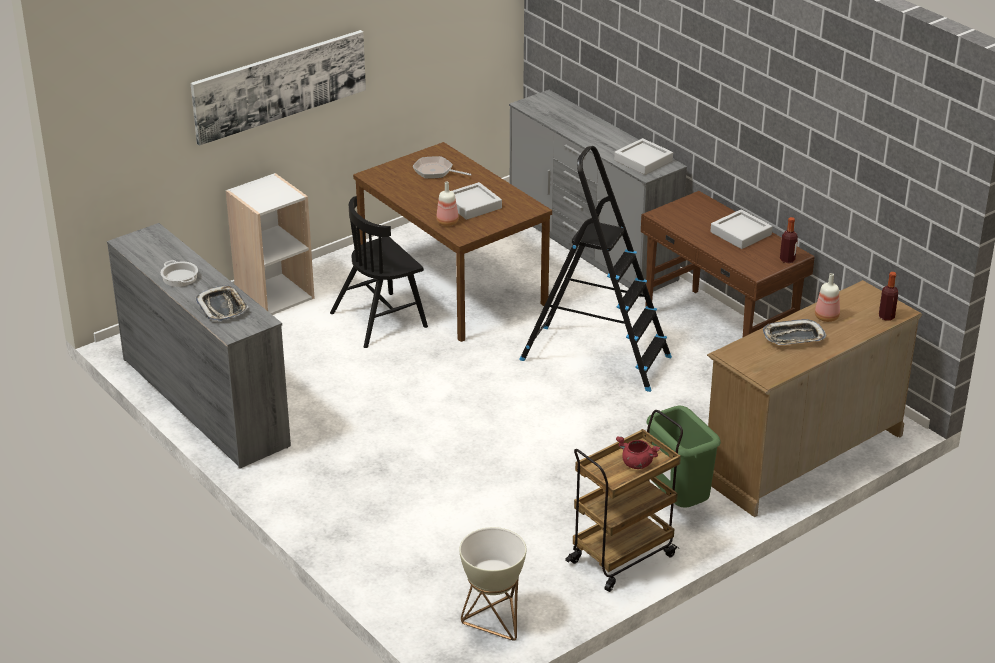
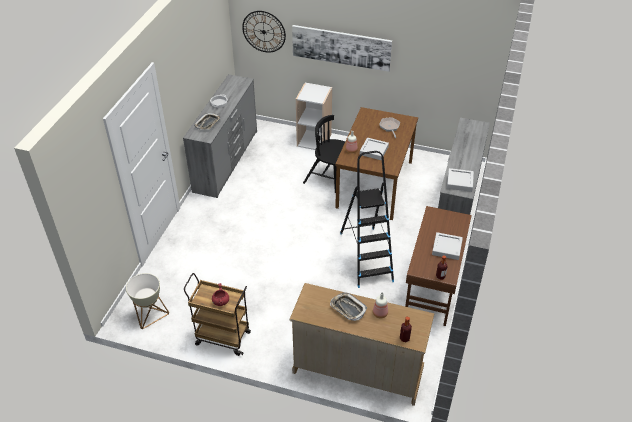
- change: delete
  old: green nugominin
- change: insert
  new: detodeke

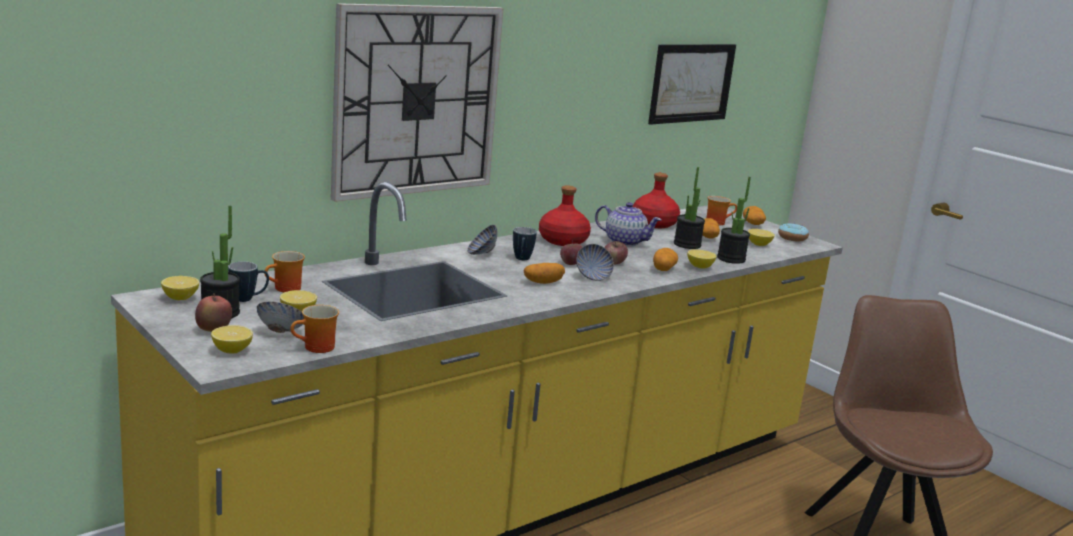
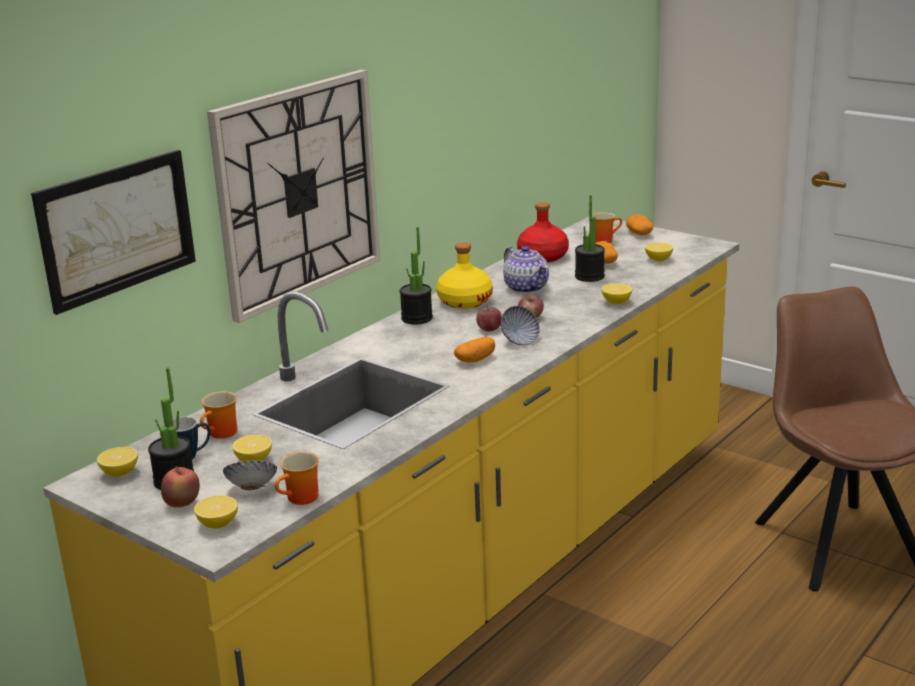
- change: move
  old: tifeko
- change: move
  old: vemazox (3rd from left in the first image)
  new: vemazox (2nd from left)
- change: recolor
  old: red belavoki (1st from left)
  new: yellow belavoki
- change: rotate
  old: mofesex
  degrees: 45
- change: delete
  old: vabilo
- change: delete
  old: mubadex (2nd from left)
- change: delete
  old: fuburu (4th from left)
- change: delete
  old: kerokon (2nd from left)

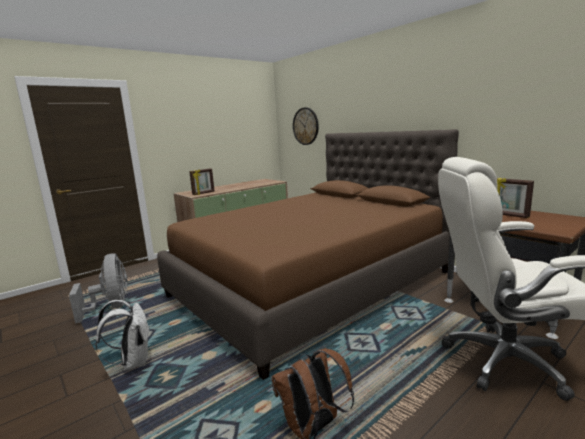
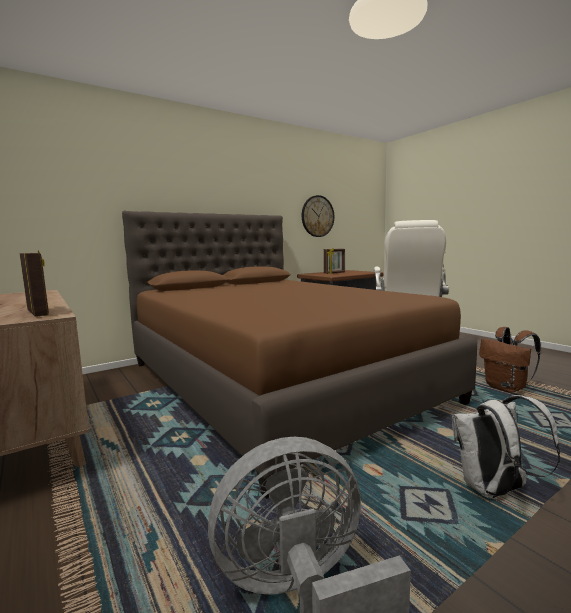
- change: move
  old: detodeke

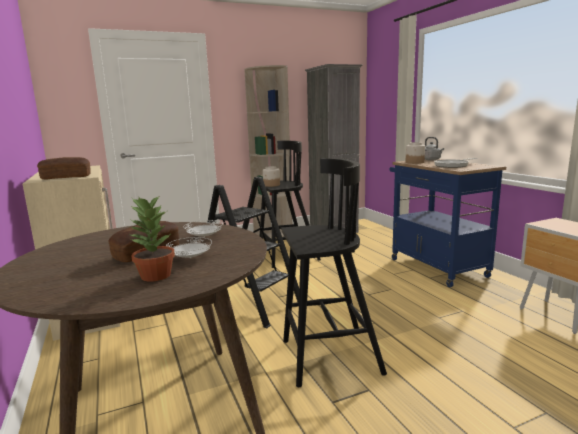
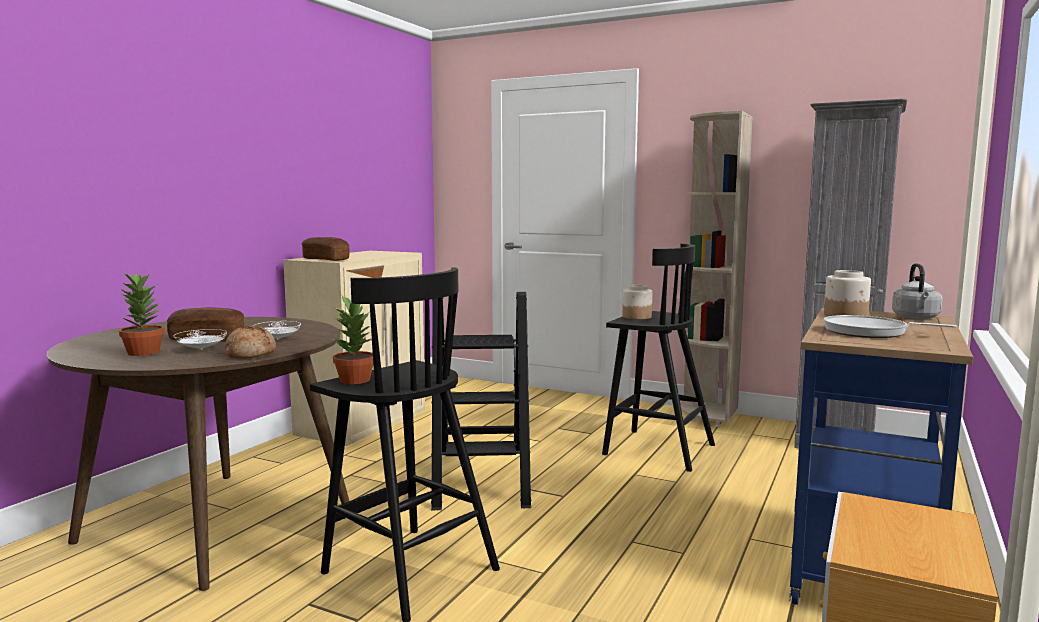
- change: insert
  new: vemazox (2nd from left)
- change: insert
  new: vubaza (2nd from left)

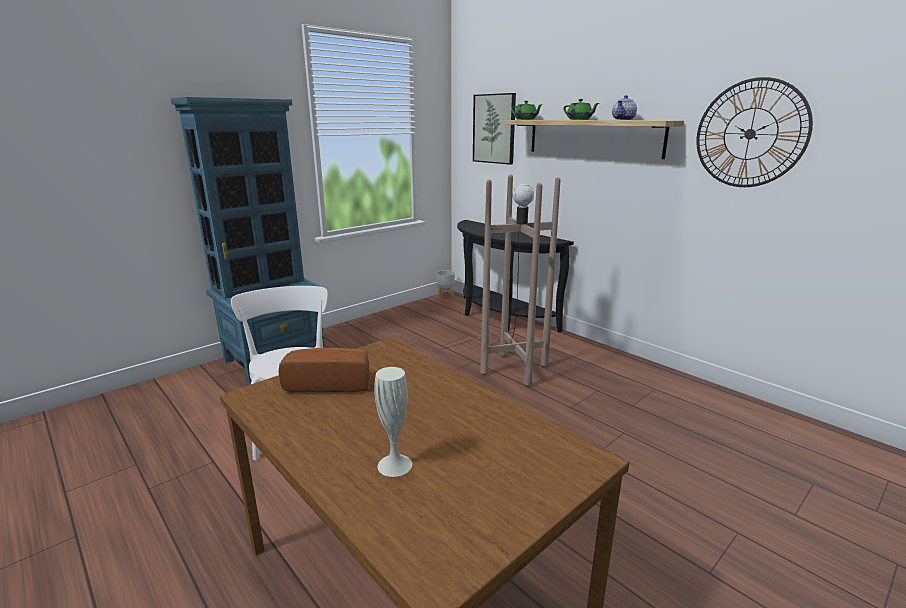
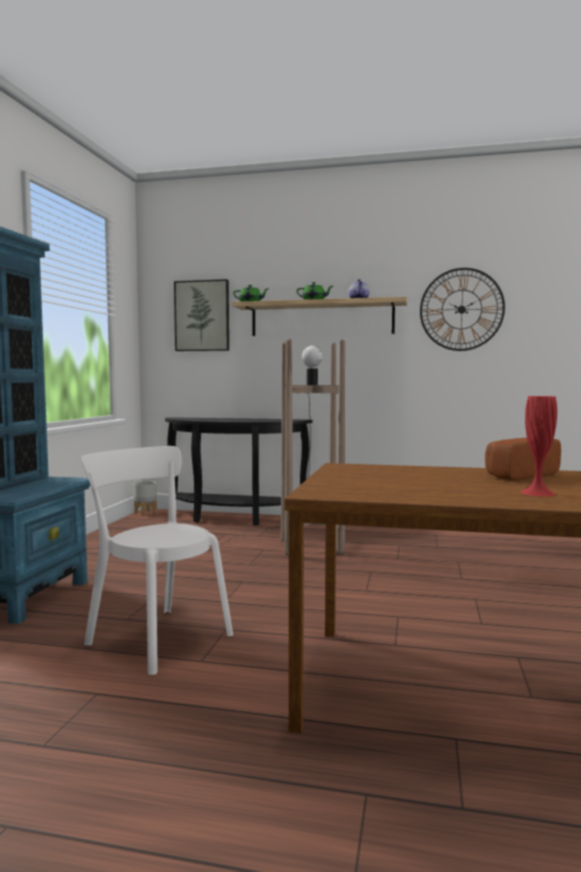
- change: move
  old: vubaza
- change: recolor
  old: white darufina
  new: red darufina

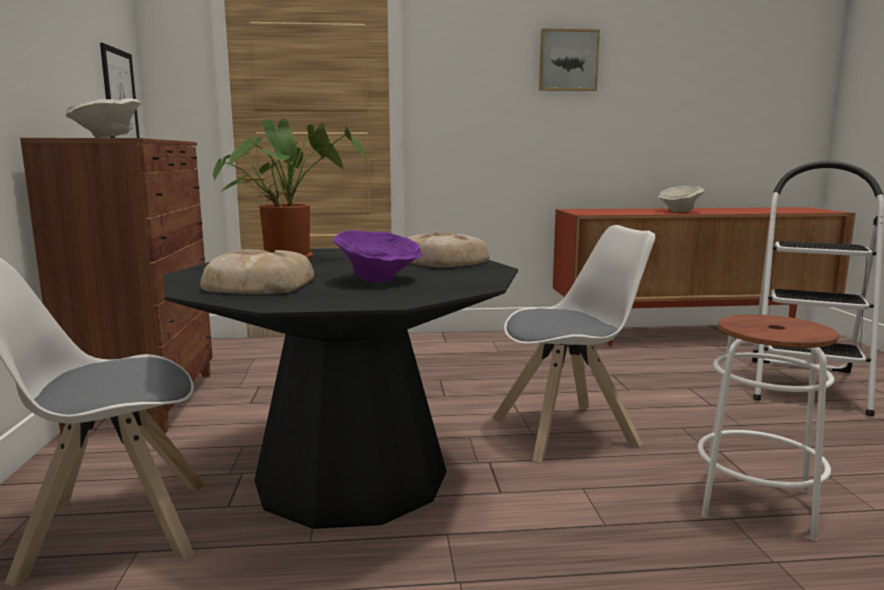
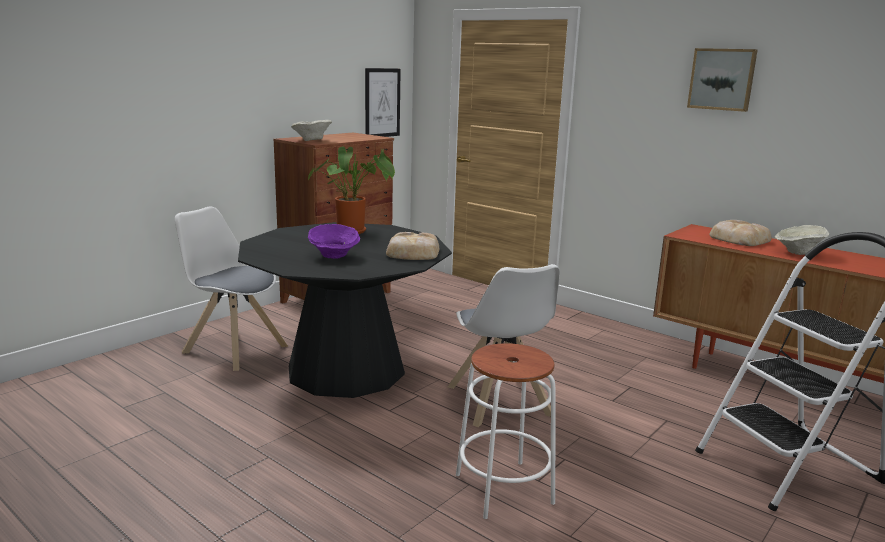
- change: rotate
  old: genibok (2nd from left)
  degrees: 45
- change: move
  old: vubaza (1st from left in the first image)
  new: vubaza (2nd from left)

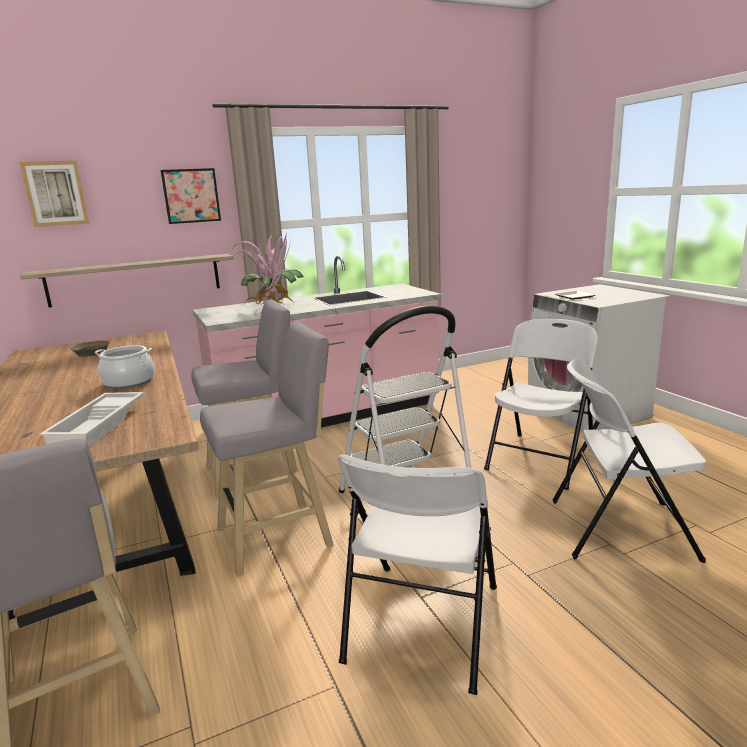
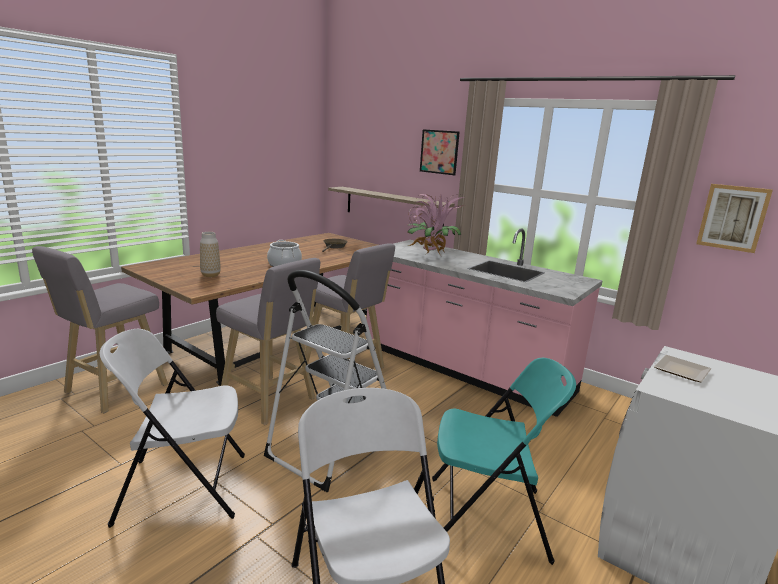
- change: move
  old: tifeko (1st from left in the first image)
  new: tifeko (2nd from left)
- change: recolor
  old: white genibok (2nd from left)
  new: turquoise genibok
- change: replace
  old: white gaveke
  new: darufina

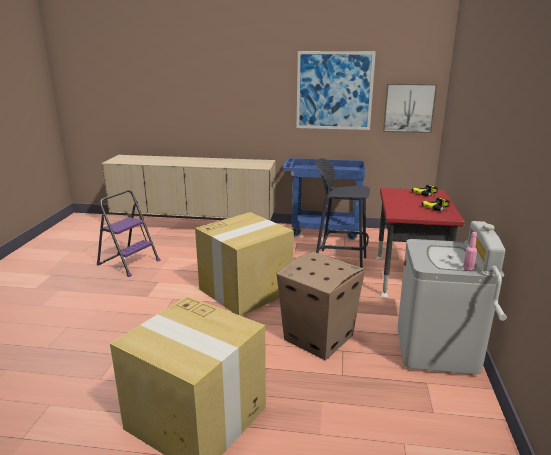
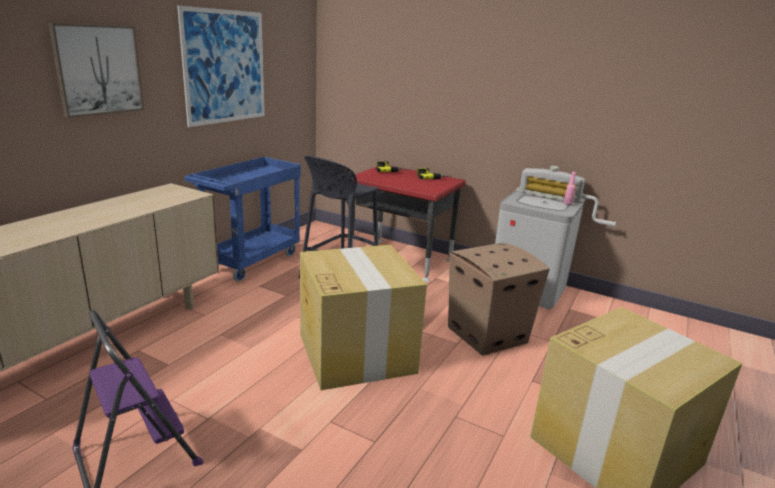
- change: move
  old: tifeko (2nd from left in the first image)
  new: tifeko (1st from left)

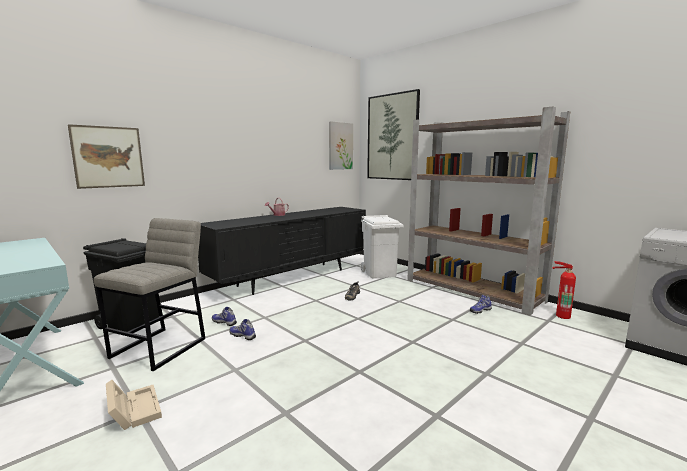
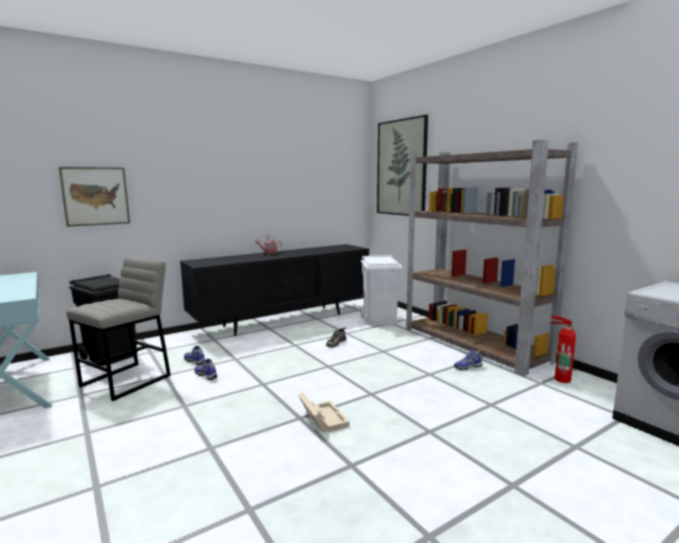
- change: delete
  old: tifeko (2nd from left)
- change: move
  old: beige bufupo

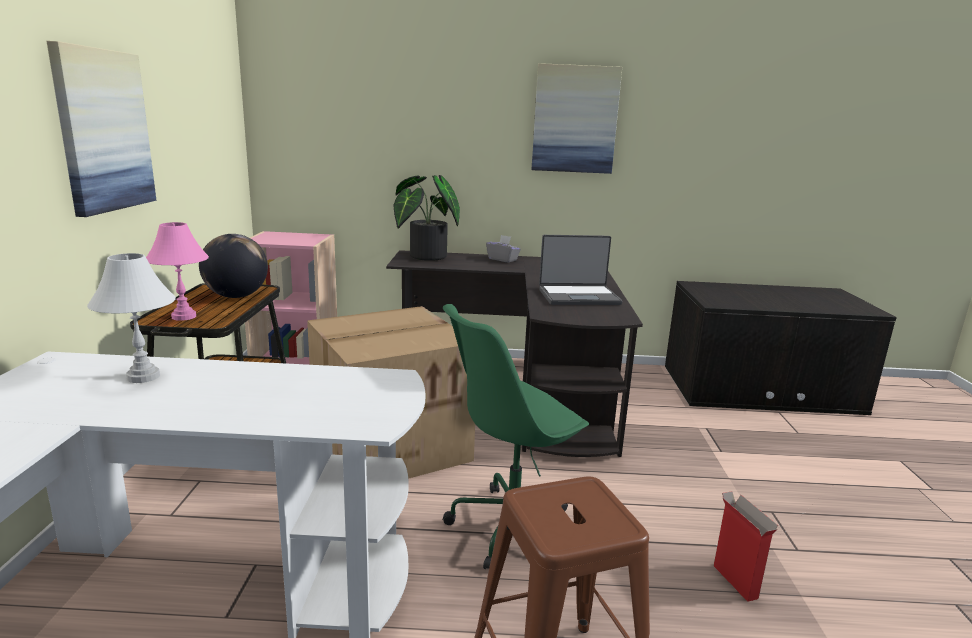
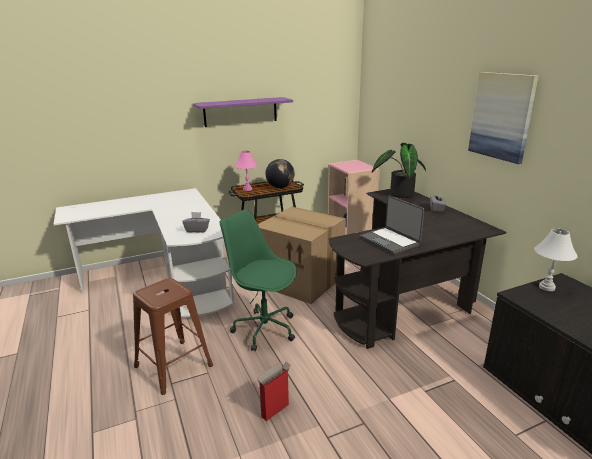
- change: replace
  old: tifeko (1st from left)
  new: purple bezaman
- change: move
  old: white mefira
- change: insert
  new: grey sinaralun (1st from left)

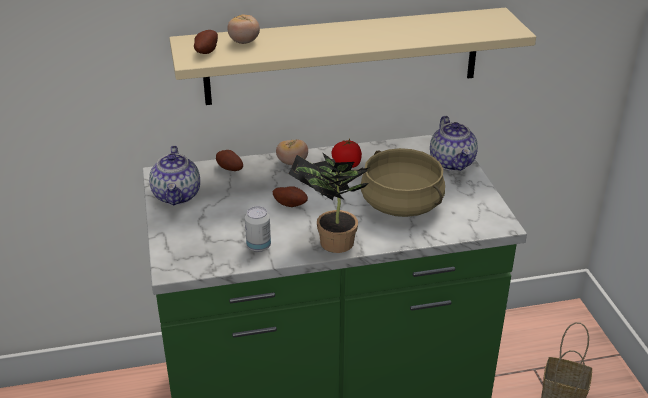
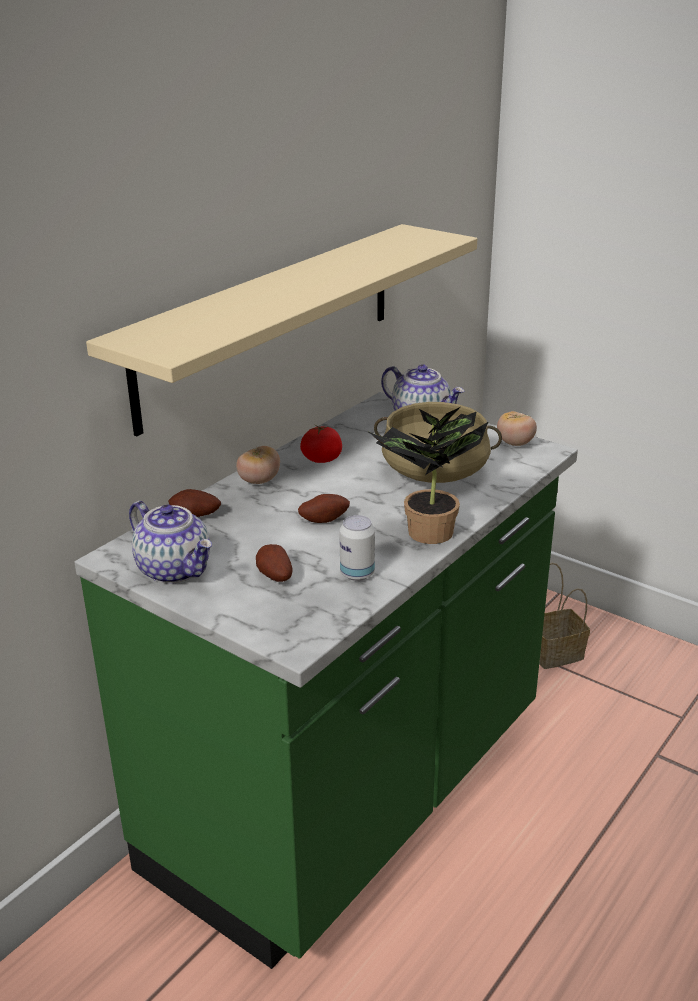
- change: move
  old: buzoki (1st from left in the first image)
  new: buzoki (3rd from left)
- change: move
  old: kerokon (1st from left in the first image)
  new: kerokon (2nd from left)

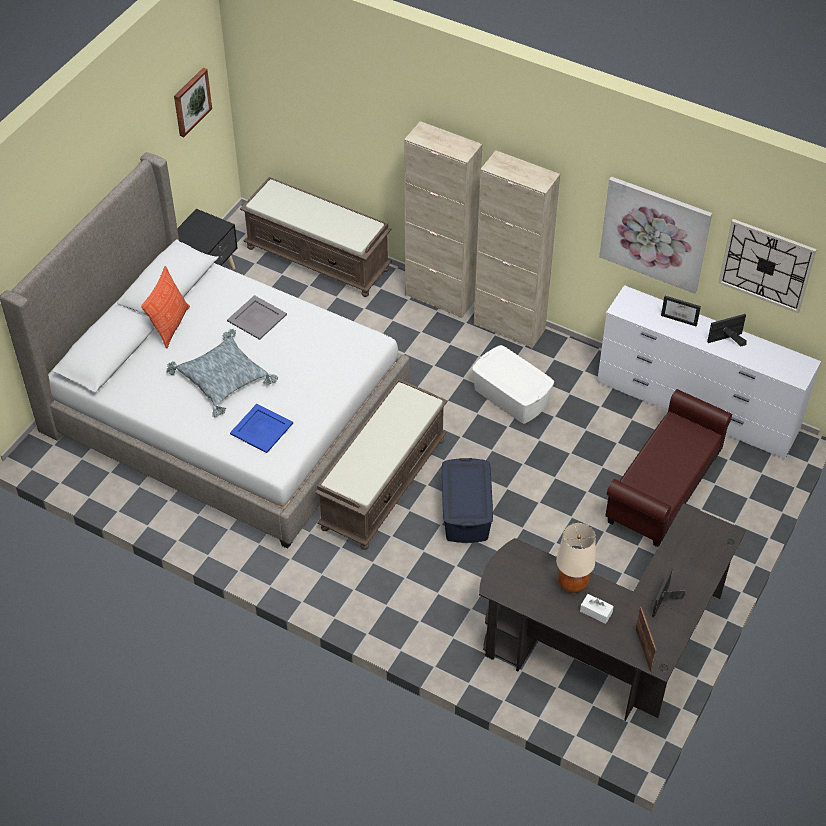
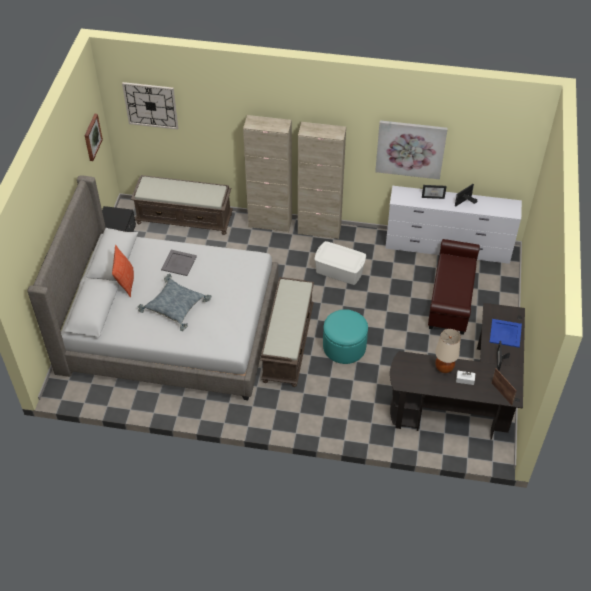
- change: move
  old: detodeke
- change: move
  old: blue gaveke
- change: replace
  old: blue bufupo
  new: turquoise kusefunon

